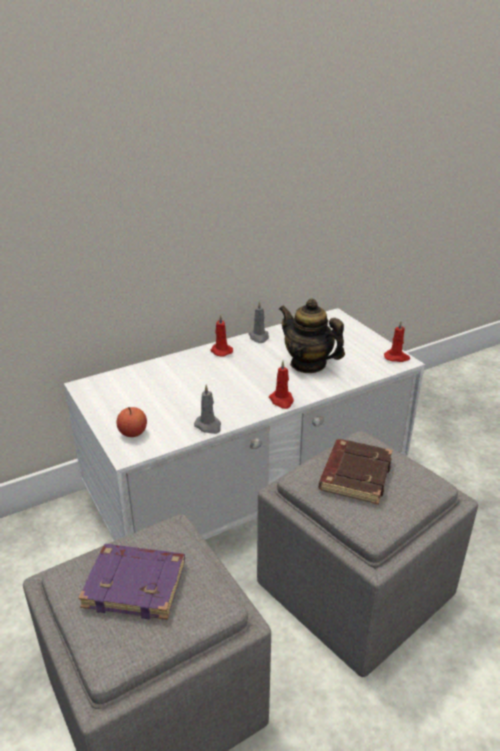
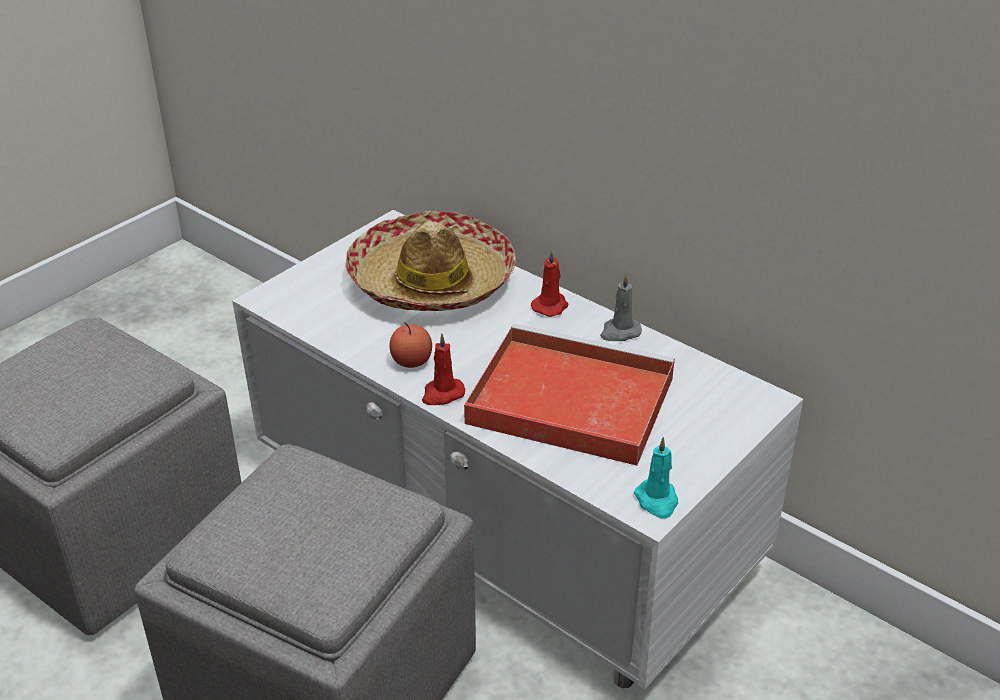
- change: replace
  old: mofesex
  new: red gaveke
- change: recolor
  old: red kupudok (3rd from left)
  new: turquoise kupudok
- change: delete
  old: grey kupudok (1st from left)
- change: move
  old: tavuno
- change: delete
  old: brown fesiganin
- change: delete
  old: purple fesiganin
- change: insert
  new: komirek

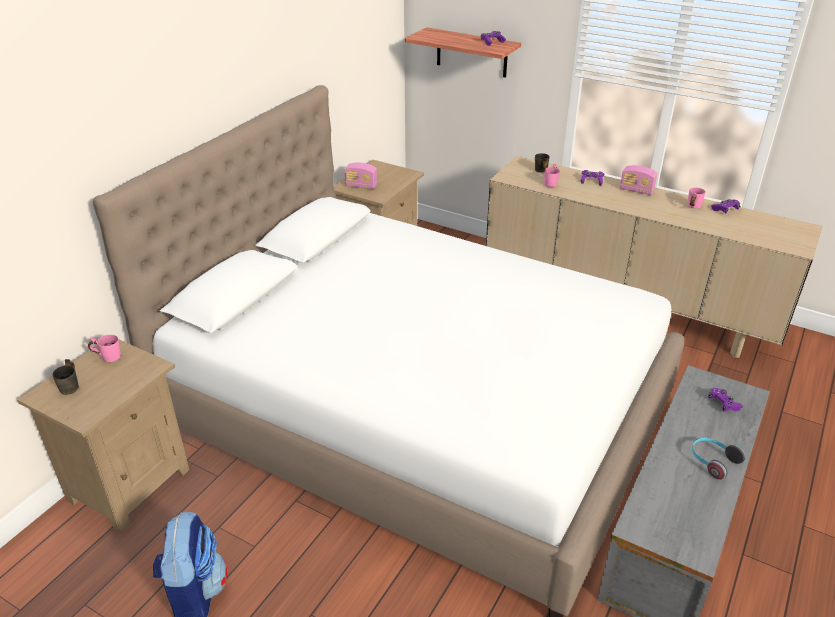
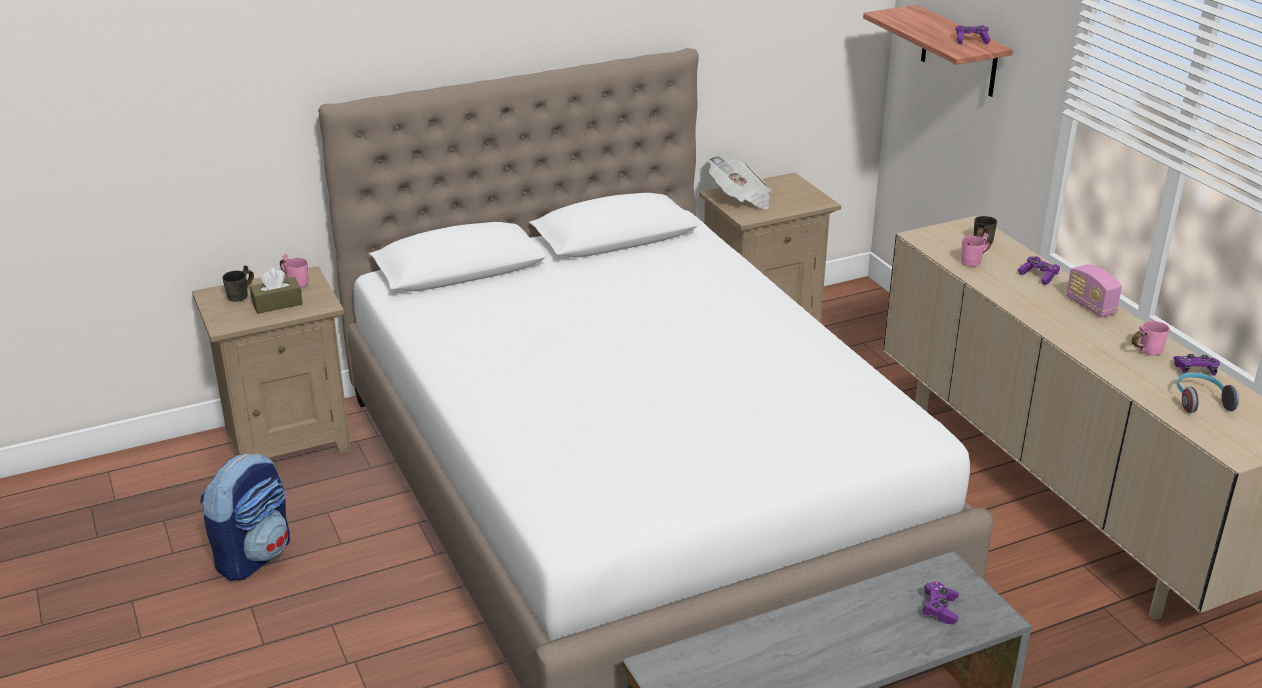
- change: replace
  old: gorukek (1st from left)
  new: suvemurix
- change: move
  old: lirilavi
- change: insert
  new: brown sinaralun

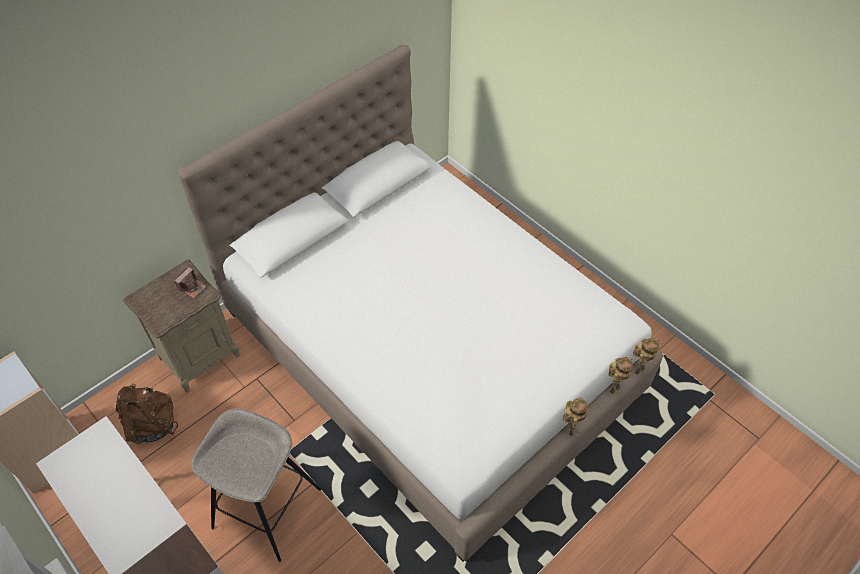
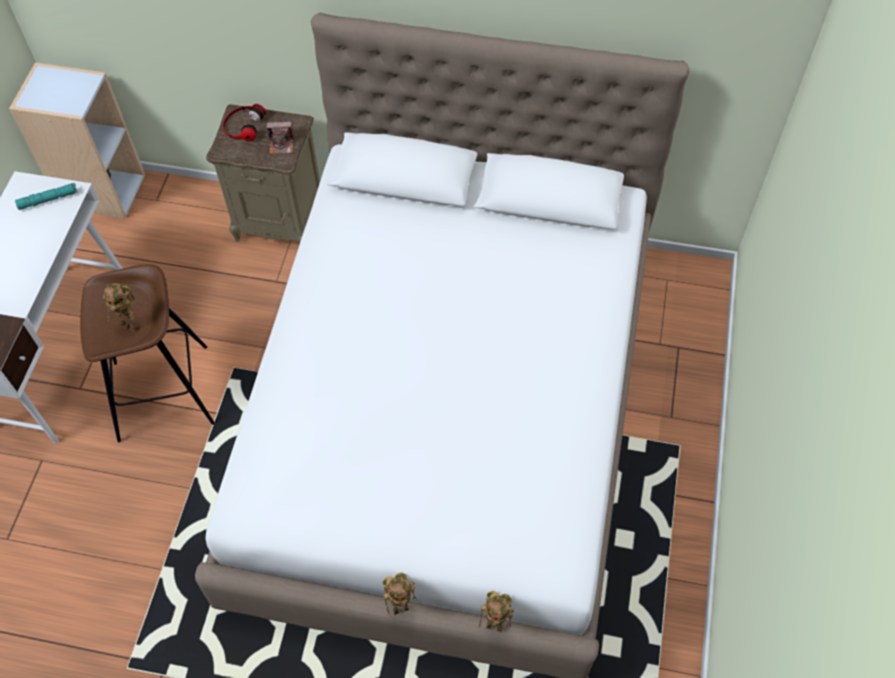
- change: move
  old: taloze (3rd from left in the first image)
  new: taloze (1st from left)
- change: delete
  old: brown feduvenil
- change: recolor
  old: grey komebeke
  new: brown komebeke
- change: insert
  new: lirilavi
- change: insert
  new: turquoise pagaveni

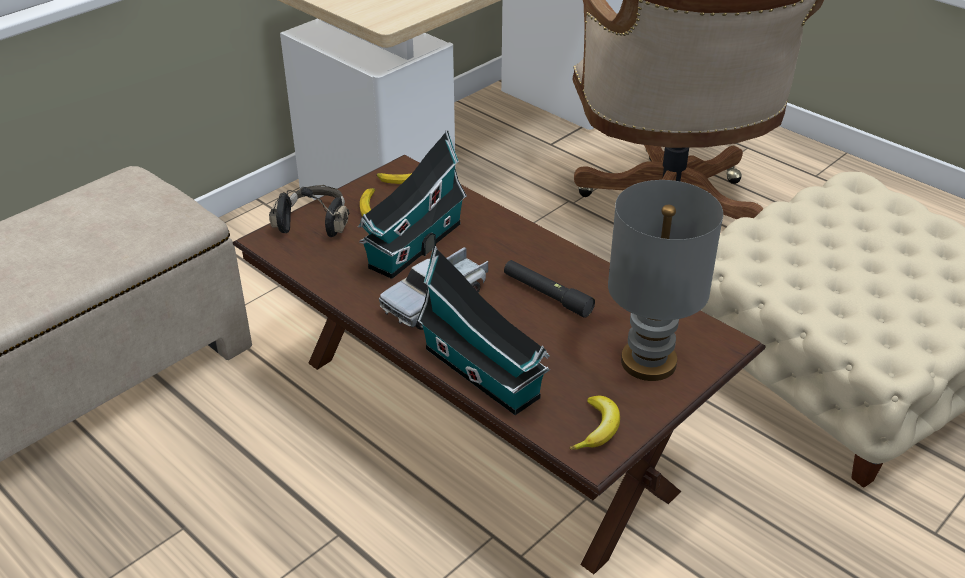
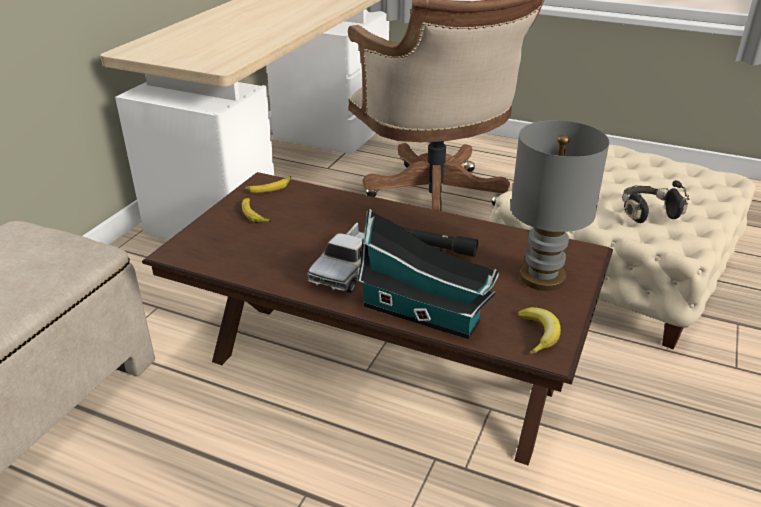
- change: delete
  old: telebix (1st from left)
- change: move
  old: black lirilavi

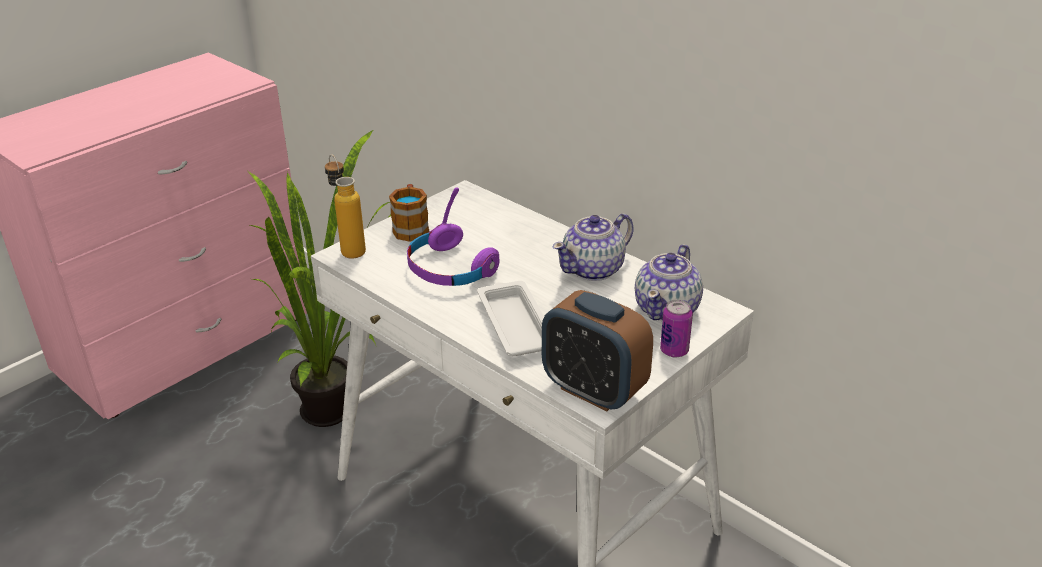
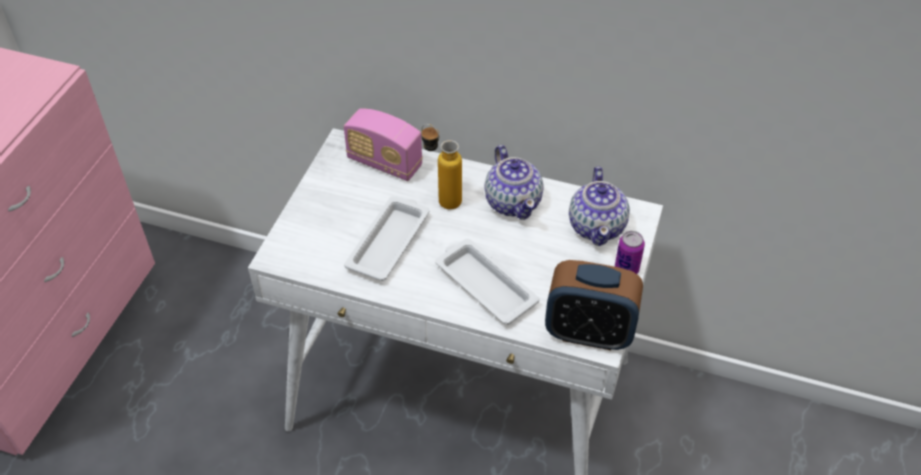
- change: delete
  old: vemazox
- change: move
  old: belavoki
- change: delete
  old: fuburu
- change: replace
  old: purple lirilavi
  new: white gaveke (1st from left)
- change: rotate
  old: mofesex (1st from left)
  degrees: -45
- change: insert
  new: gorukek

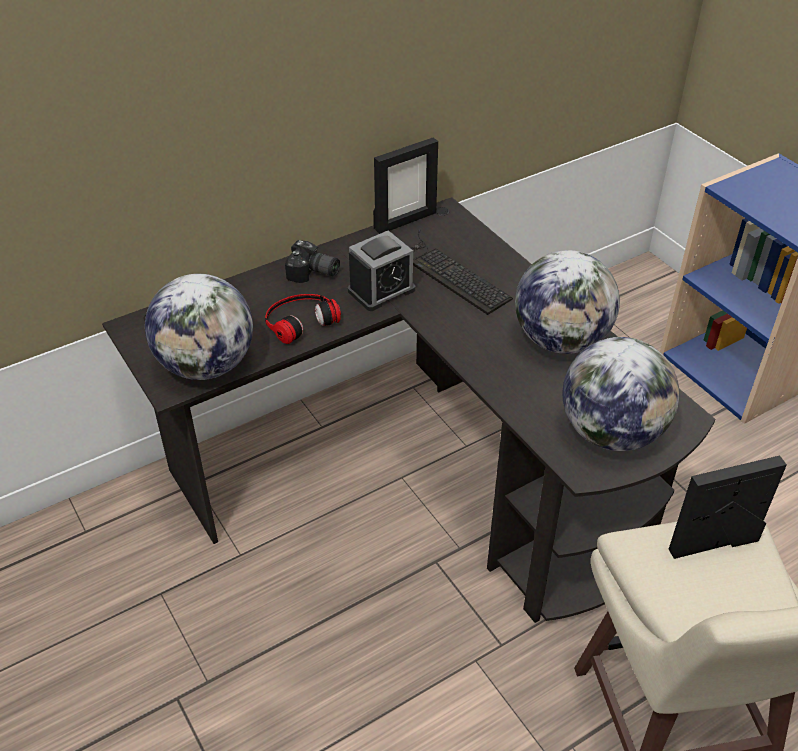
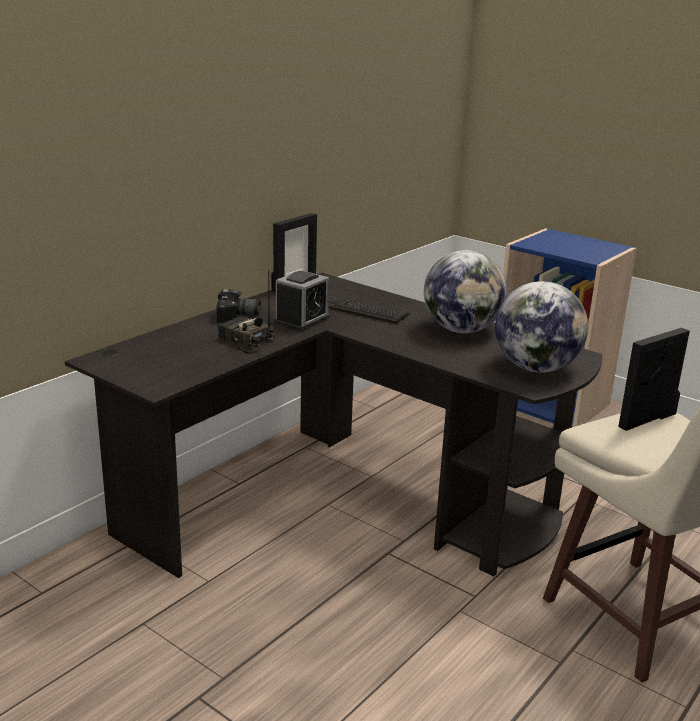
- change: delete
  old: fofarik (1st from left)
- change: replace
  old: lirilavi
  new: gorukek

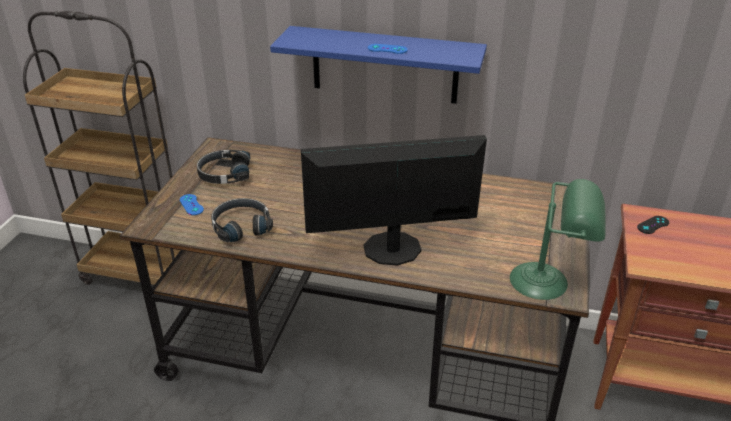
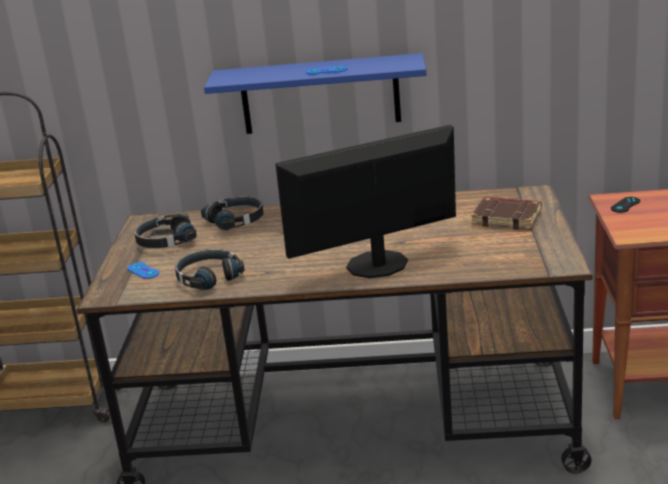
- change: delete
  old: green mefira
- change: insert
  new: black lirilavi (3rd from left)
- change: insert
  new: brown fesiganin

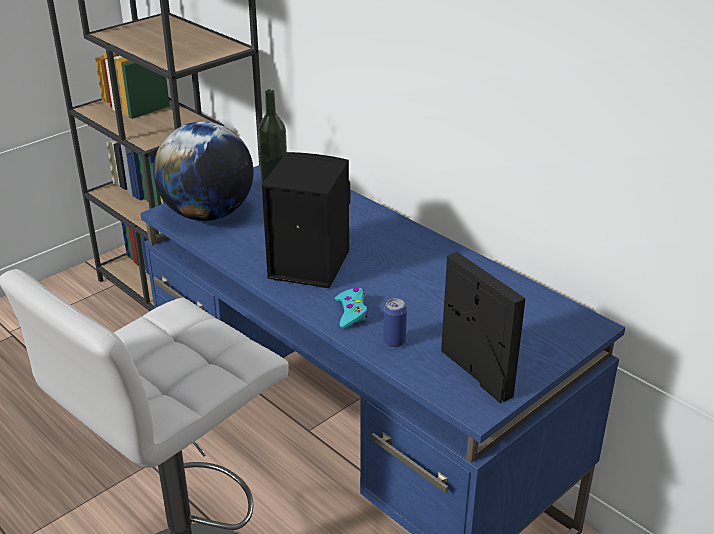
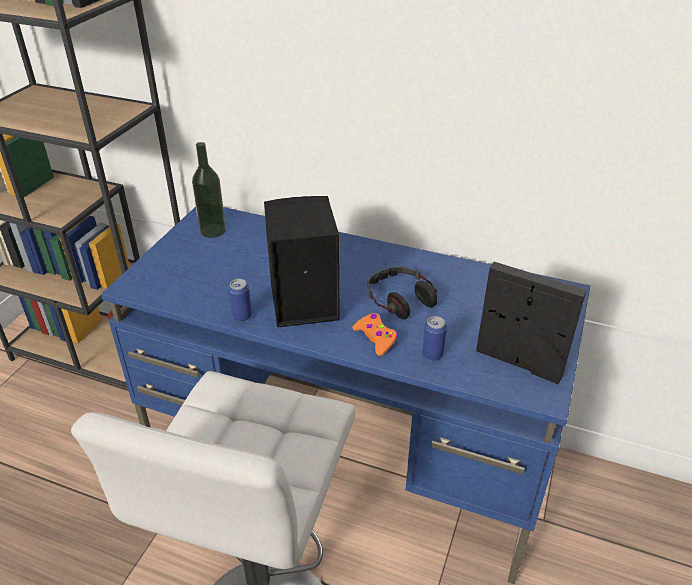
- change: delete
  old: fofarik
- change: recolor
  old: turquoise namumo
  new: orange namumo
- change: insert
  new: lirilavi
- change: insert
  new: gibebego (1st from left)

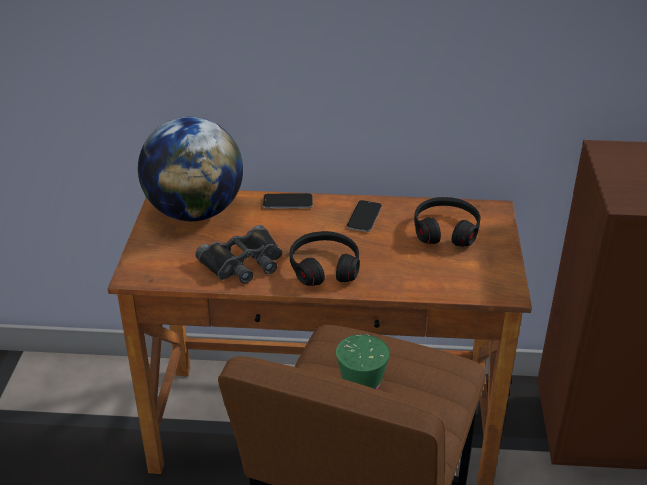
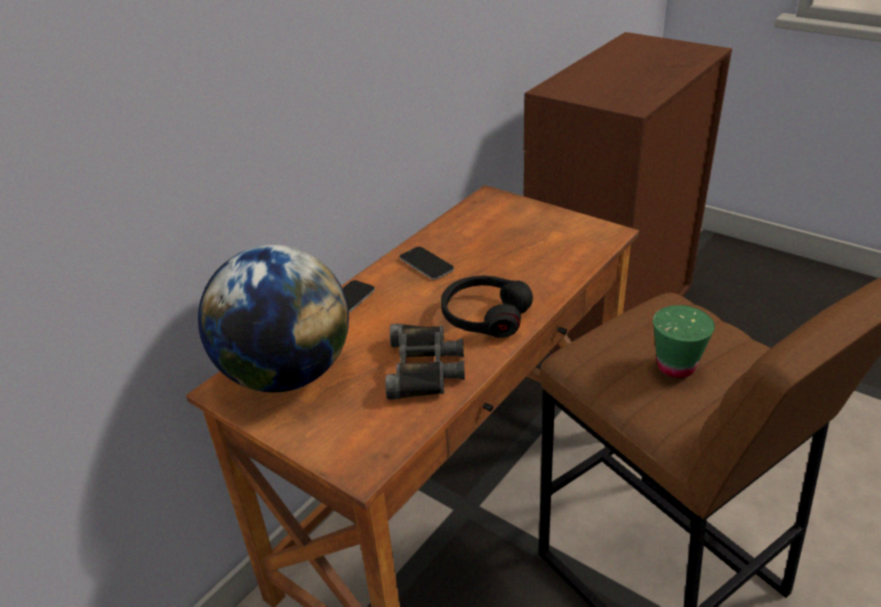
- change: delete
  old: black lirilavi (2nd from left)

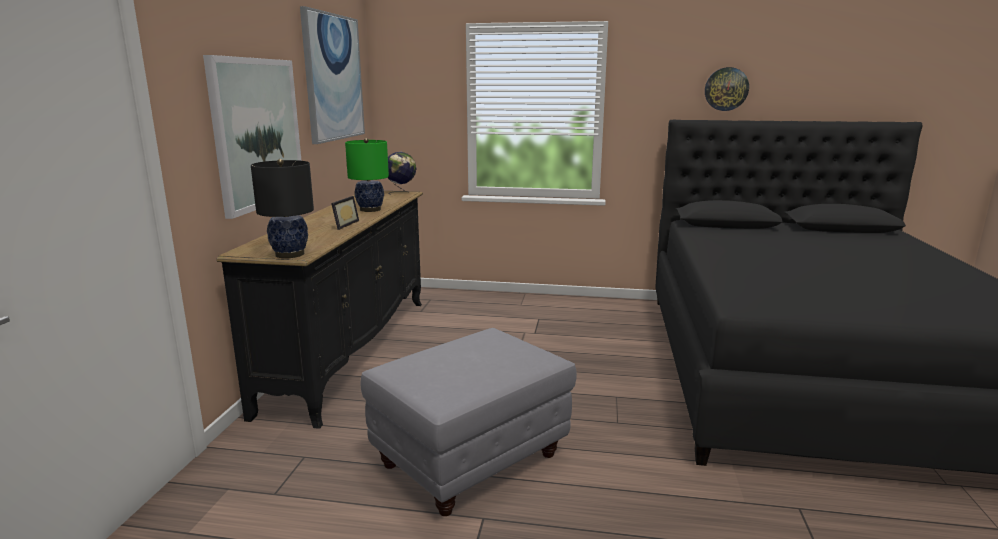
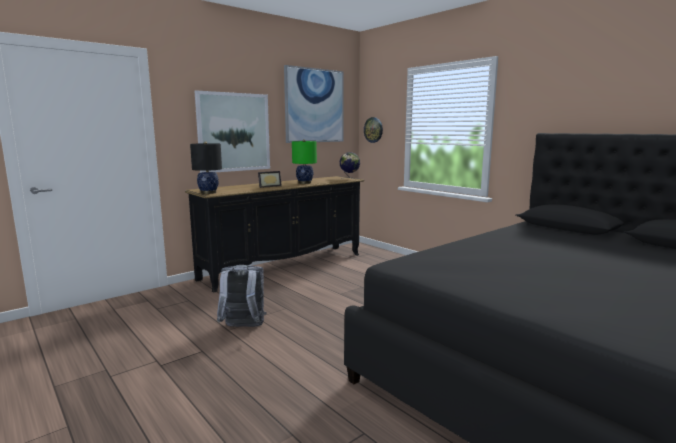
- change: move
  old: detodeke
- change: replace
  old: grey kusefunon
  new: grey feduvenil

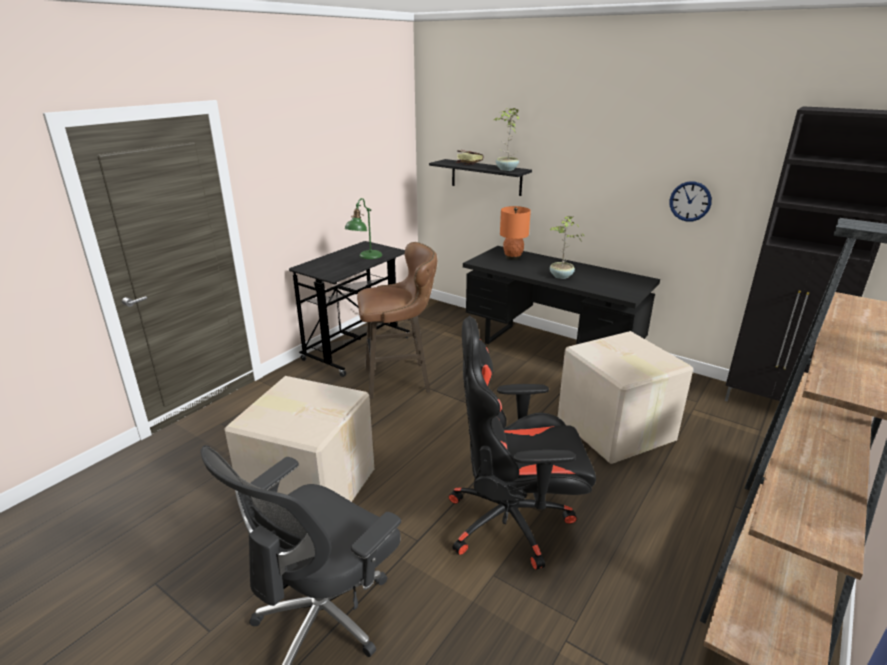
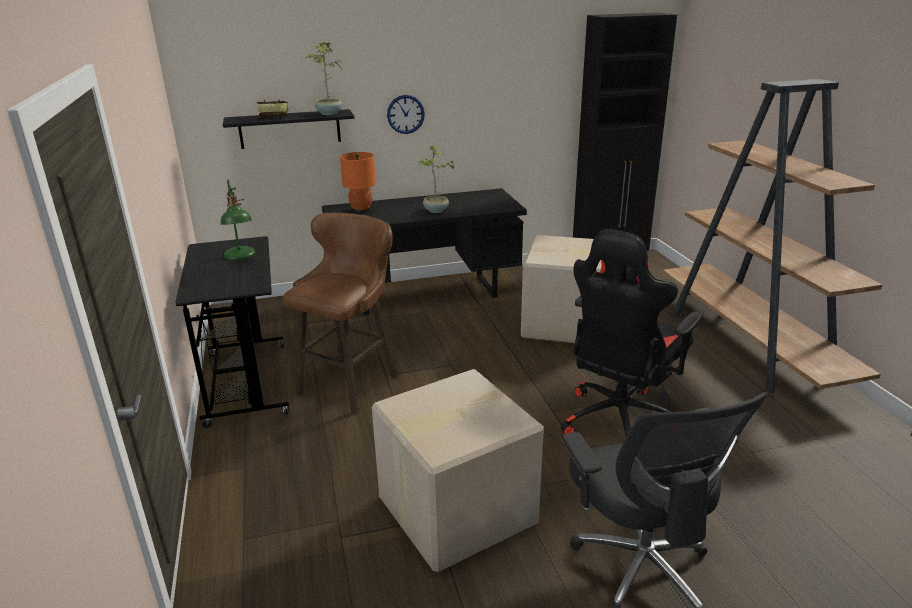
- change: move
  old: detodeke

